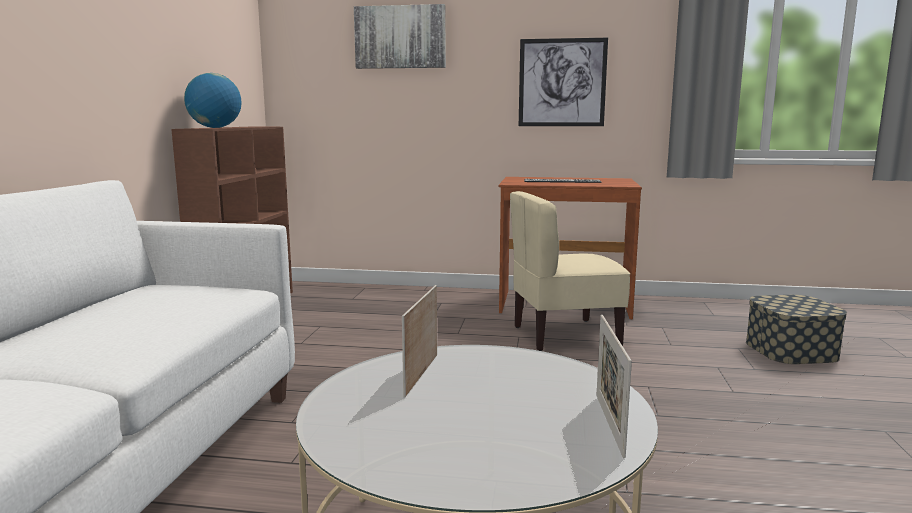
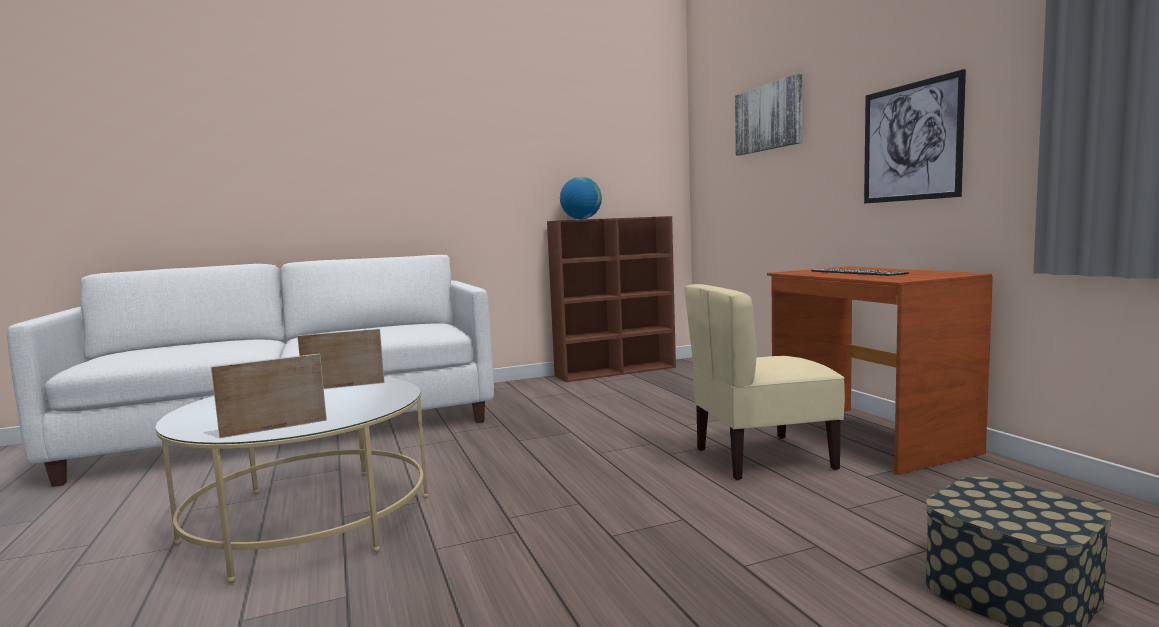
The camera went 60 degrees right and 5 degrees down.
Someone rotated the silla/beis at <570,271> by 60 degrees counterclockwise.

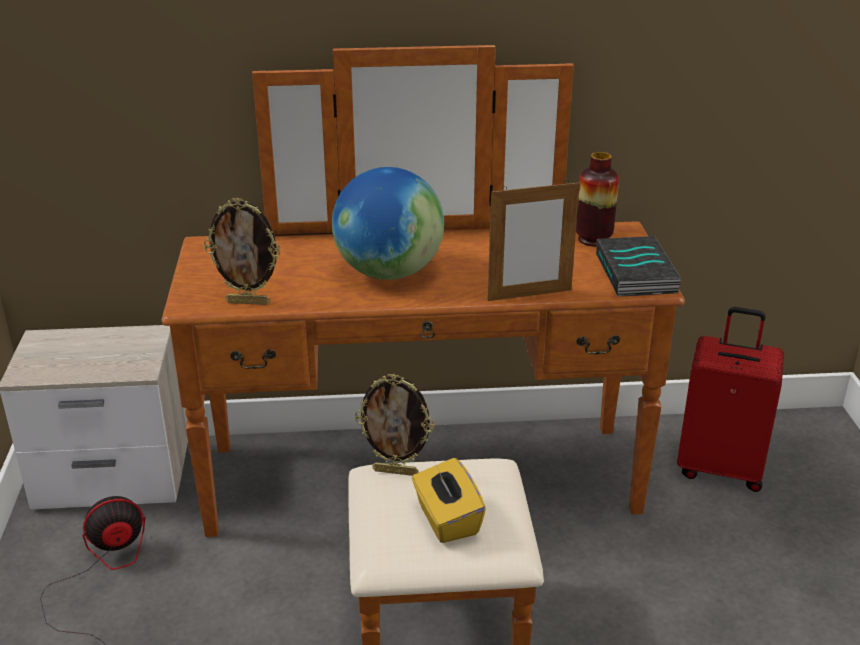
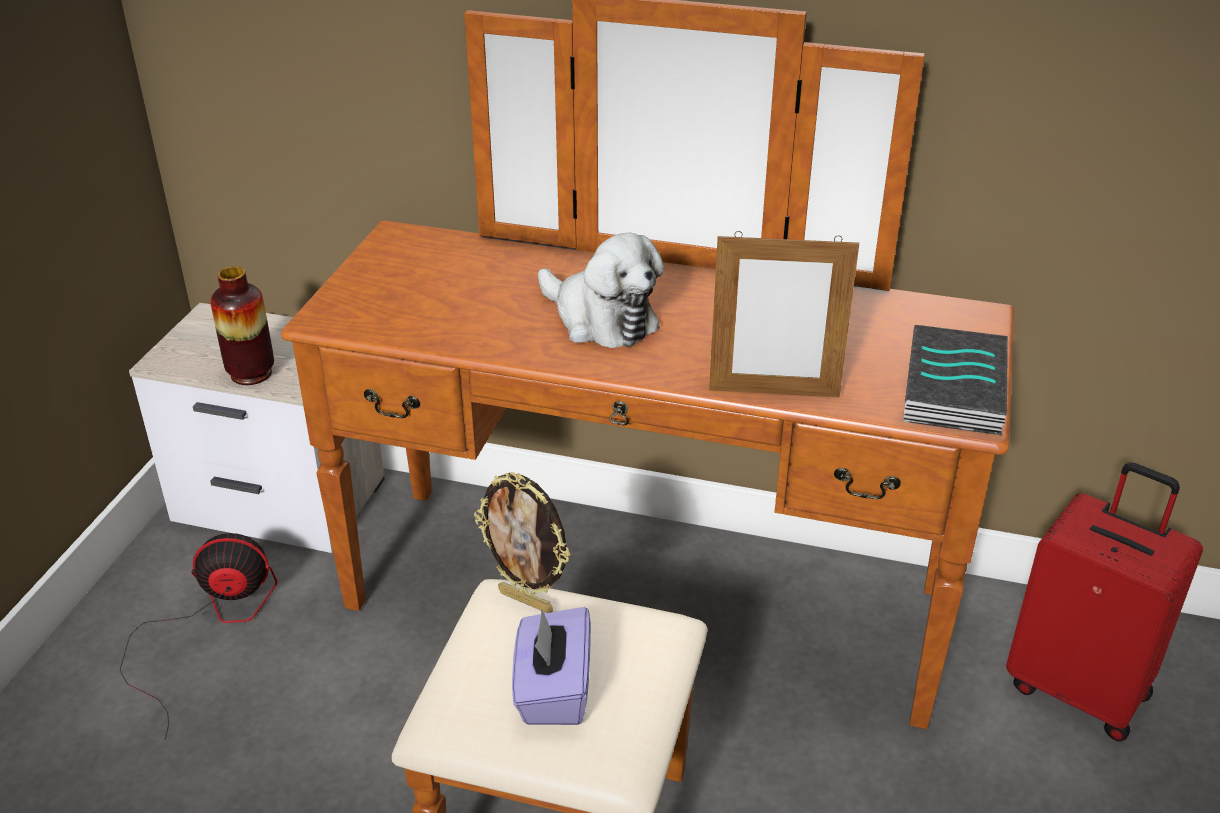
The camera went 20 degrees right and 5 degrees up.
Someone took away the portarretratos at <242,251>.
Someone carried the florero from <597,199> to <242,325>.
Someone swapped the globo terráqueo at <388,223> for the peluche at <601,290>.
Someone repainted the caja de pañuelos/amarillo at <449,500>, which became the caja de pañuelos/morado at <551,666>.

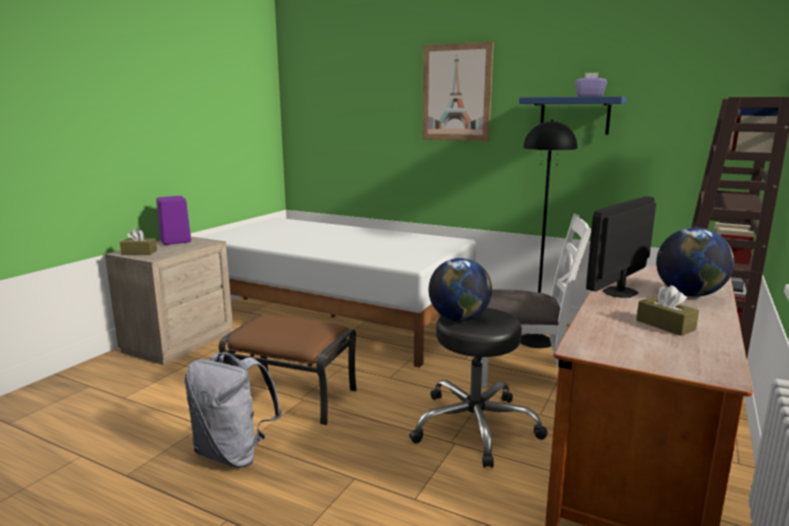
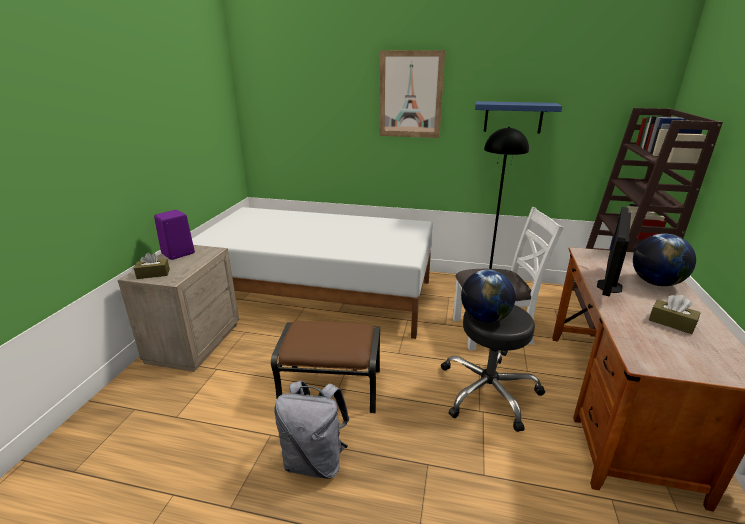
The camera went 15 degrees left and 10 degrees up.
Someone took away the caja de pañuelos/morado at <591,84>.

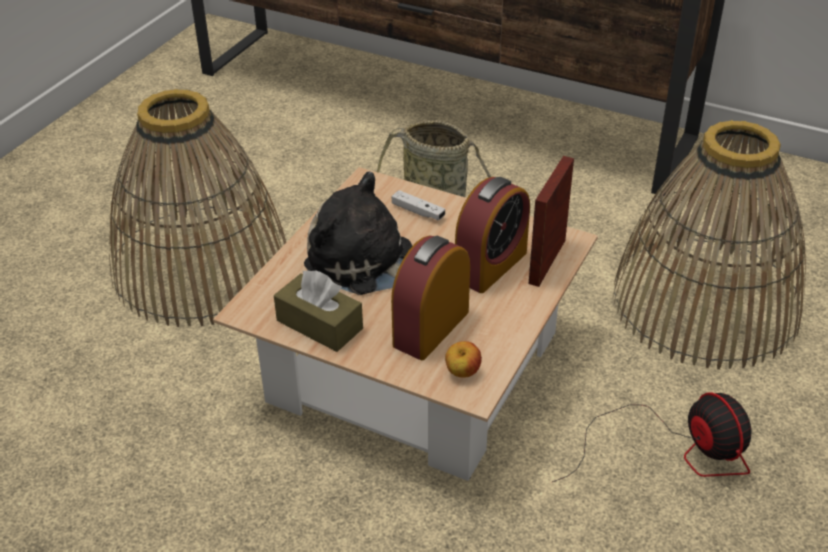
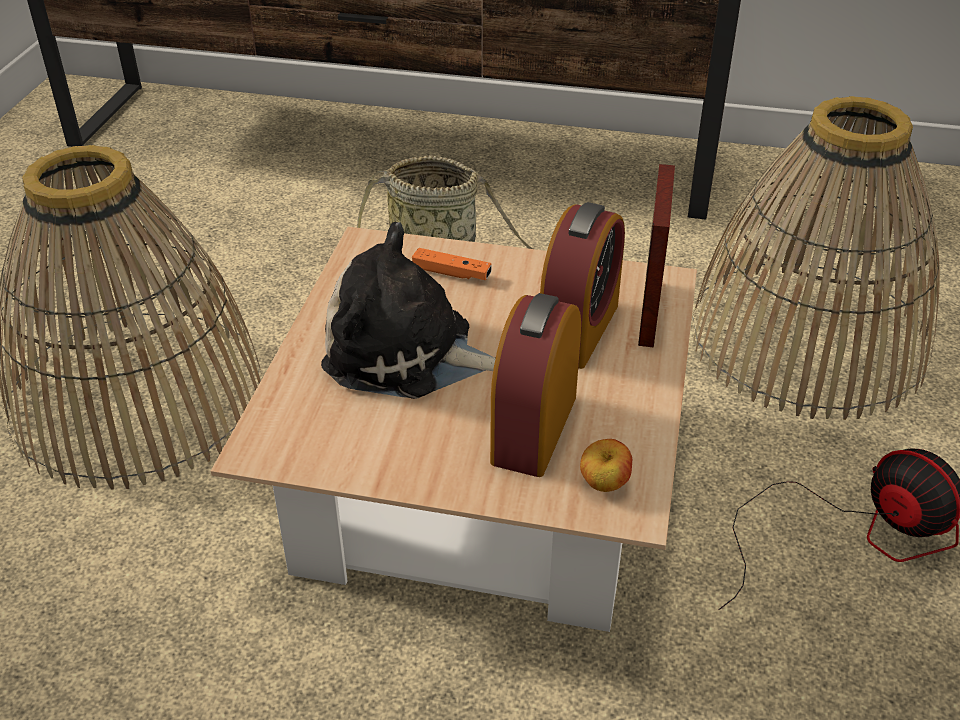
The camera went 15 degrees left and 0 degrees up.
Someone took away the caja de pañuelos/marrón at <318,311>.
Someone repainted the mando de consola/blanco at <418,205>, which became the mando de consola/naranja at <452,264>.

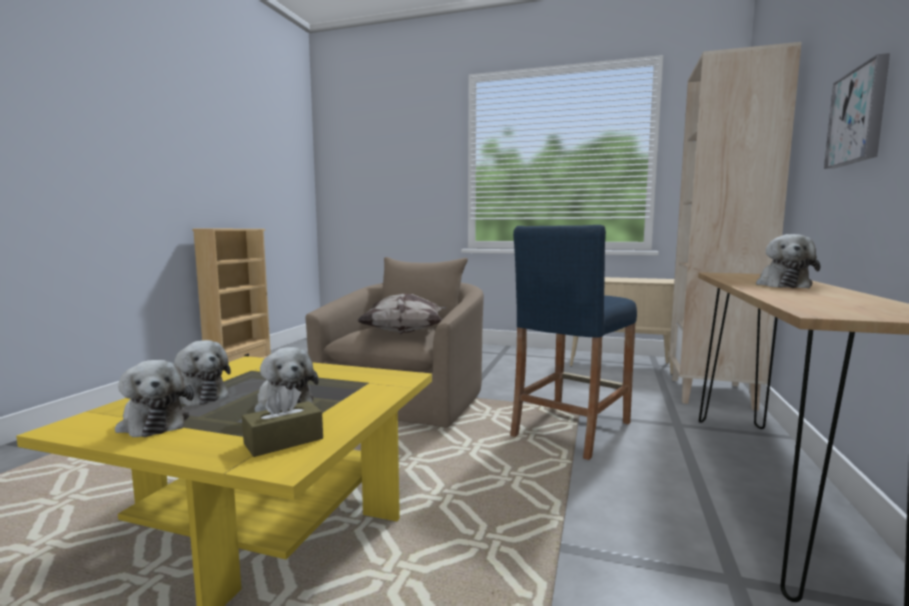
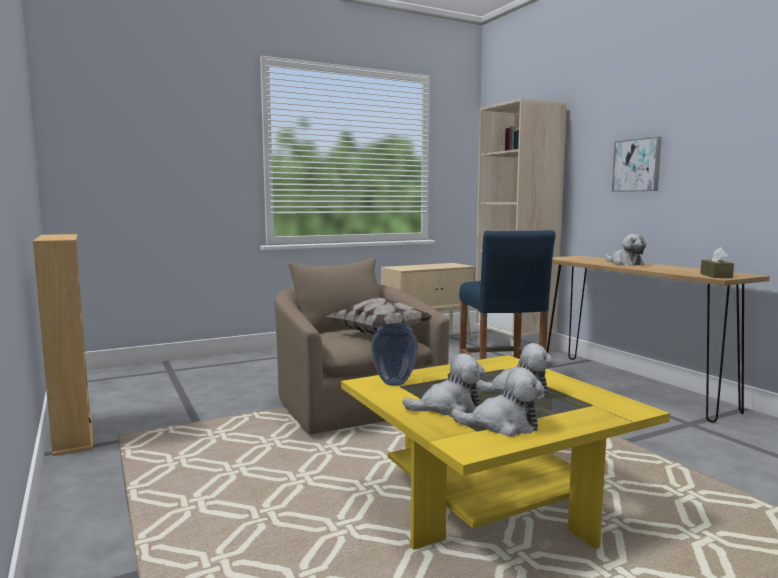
The camera went 45 degrees left and 0 degrees up.
Someone put down the florero at <394,354>.
Someone carried the caja de pañuelos/marrón from <282,421> to <717,262>.

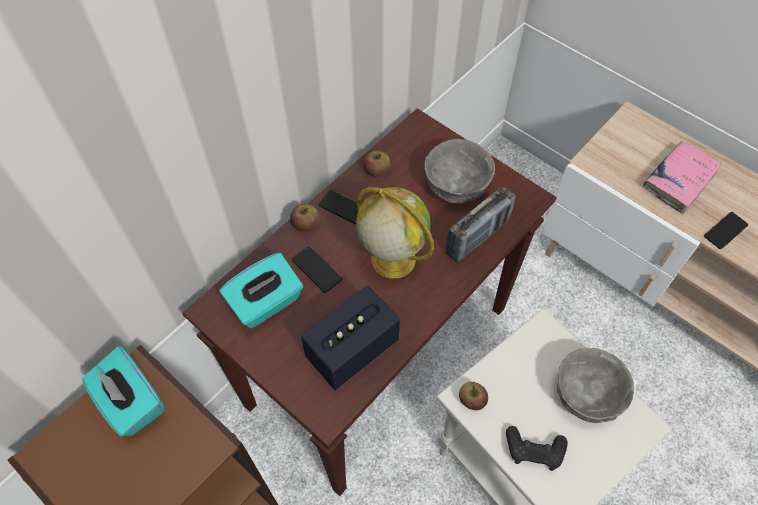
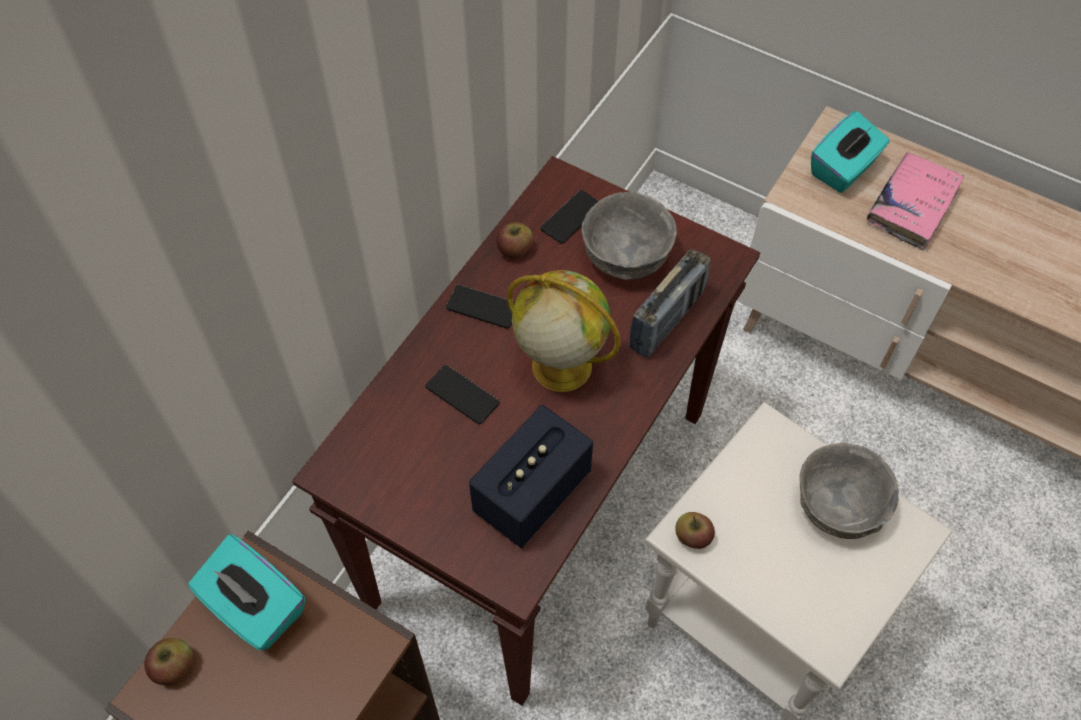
The camera went 10 degrees left and 0 degrees up.
Someone took away the mando de consola/negro at <537,448>.
Someone carried the caja de pañuelos/turquesa from <261,291> to <850,152>.
Someone carried the manzana from <304,218> to <168,661>.
Someone carried the móvil from <726,230> to <569,217>.

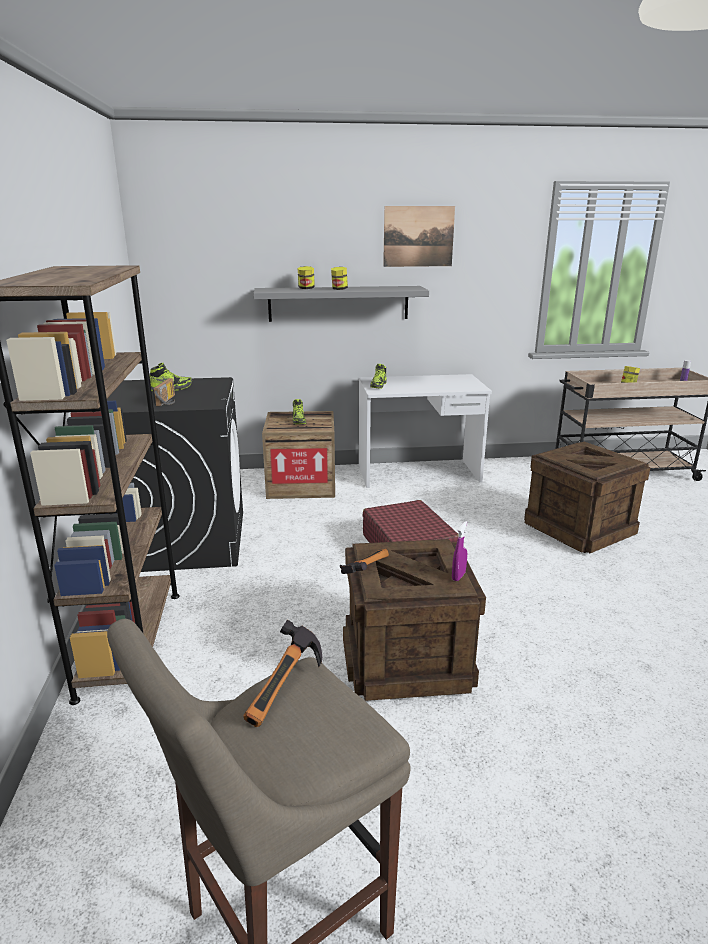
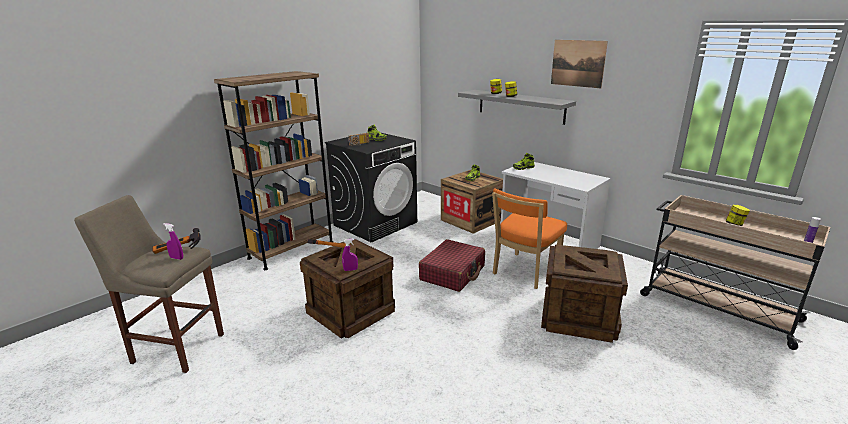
The camera went 50 degrees right and 0 degrees up.
Someone put down the pulverizador/morado at <173,241>.
Someone put down the silla/naranja at <529,239>.

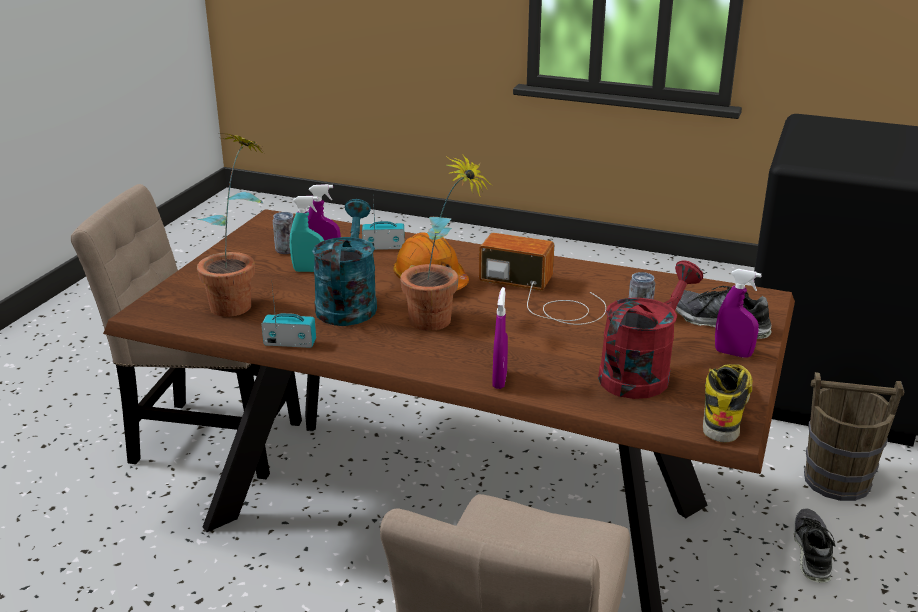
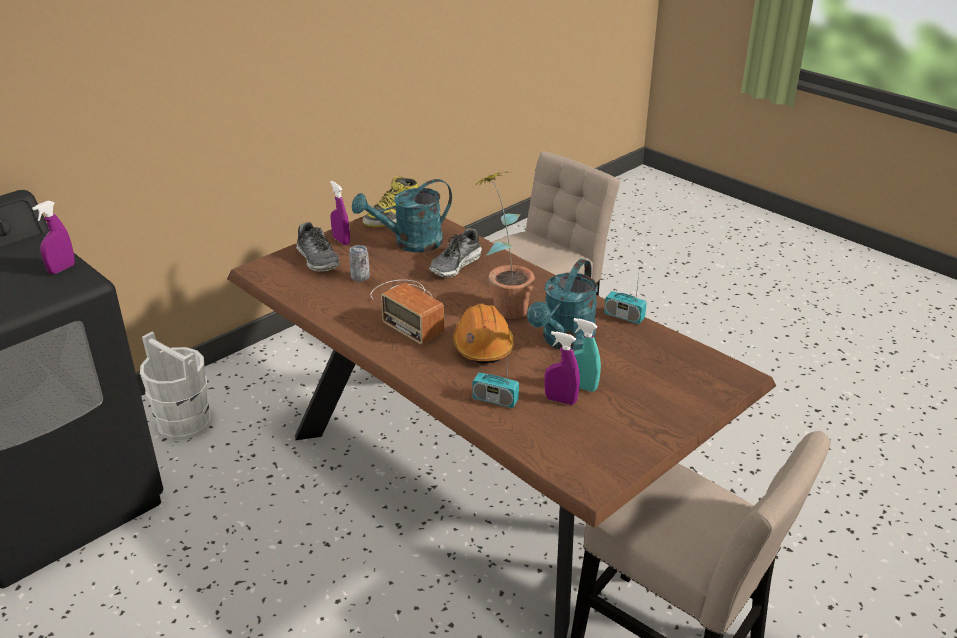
The camera went 155 degrees left and 5 degrees up.
Someone took away the planta en maceta at <231,225>.
Someone took away the lata at <283,233>.
Someone carried the pulverizador/morado from <500,338> to <53,237>.
Someone carried the zapato from <815,545> to <455,252>.
Someone repainted the regadera/rojo at <650,329>, which became the regadera/turquesa at <402,215>.
Someone repainted the cubo/marrón at <854,436>, which became the cubo/blanco at <175,385>.

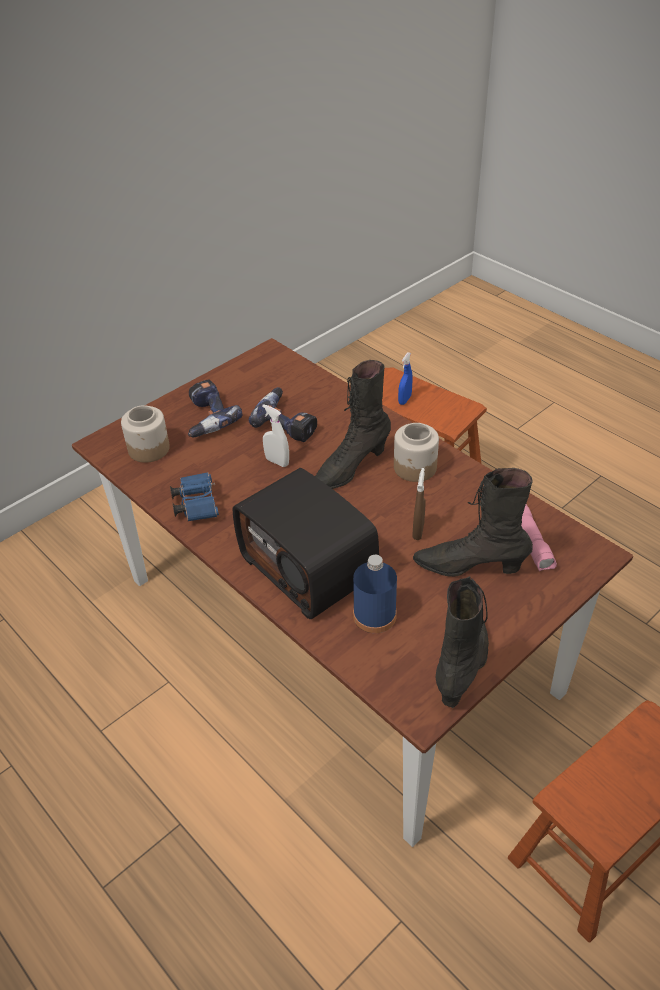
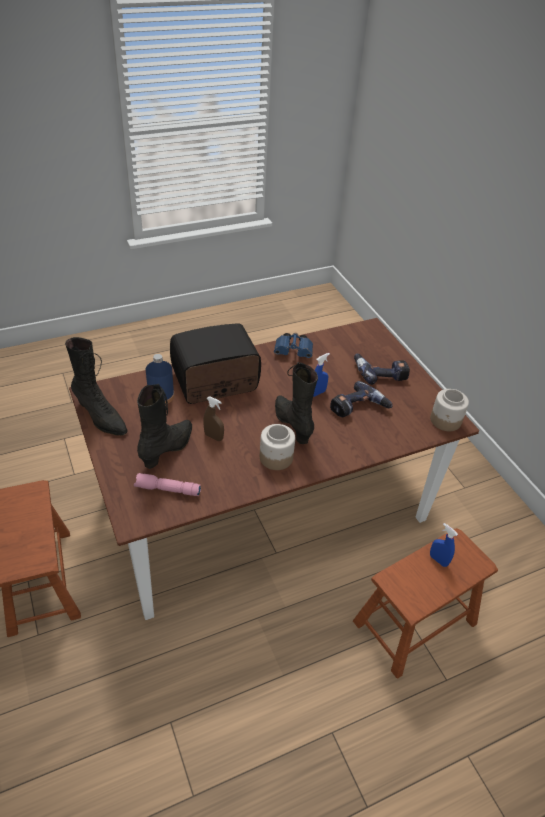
The camera went 105 degrees right and 0 degrees up.
Someone carried the tarro from <145,434> to <449,410>.
Someone repainted the pulverizador/blanco at <275,435>, which became the pulverizador/azul at <321,375>.

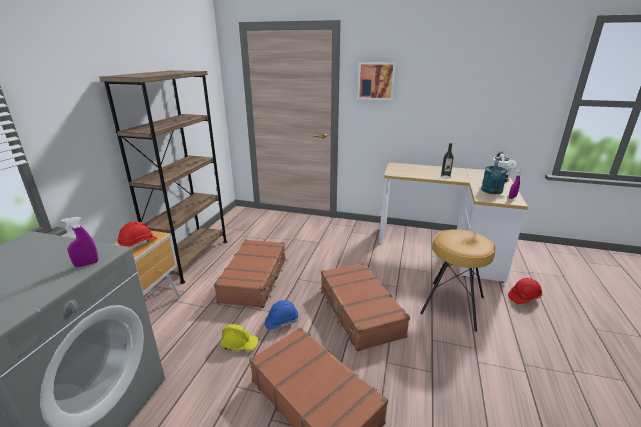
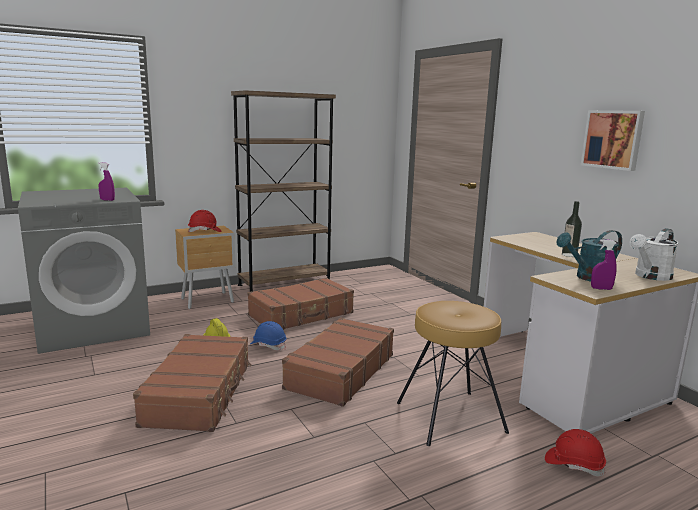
The camera went 45 degrees right and 10 degrees down.
Someone carried the cuadro from <376,81> to <613,140>.

